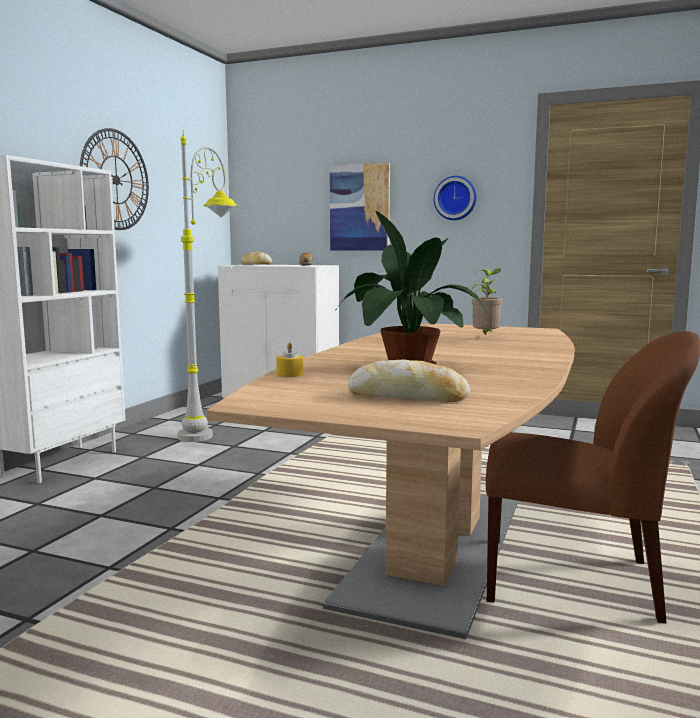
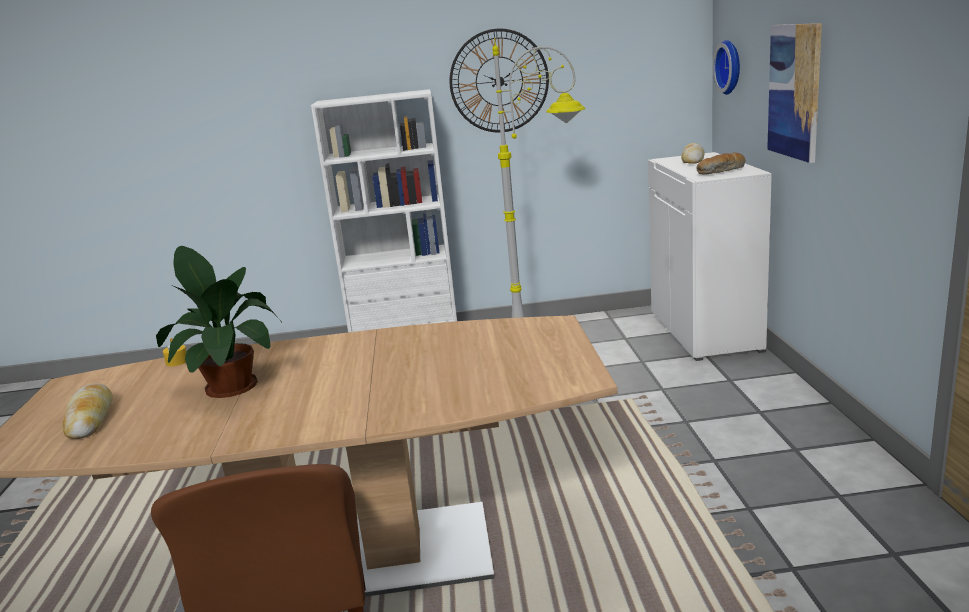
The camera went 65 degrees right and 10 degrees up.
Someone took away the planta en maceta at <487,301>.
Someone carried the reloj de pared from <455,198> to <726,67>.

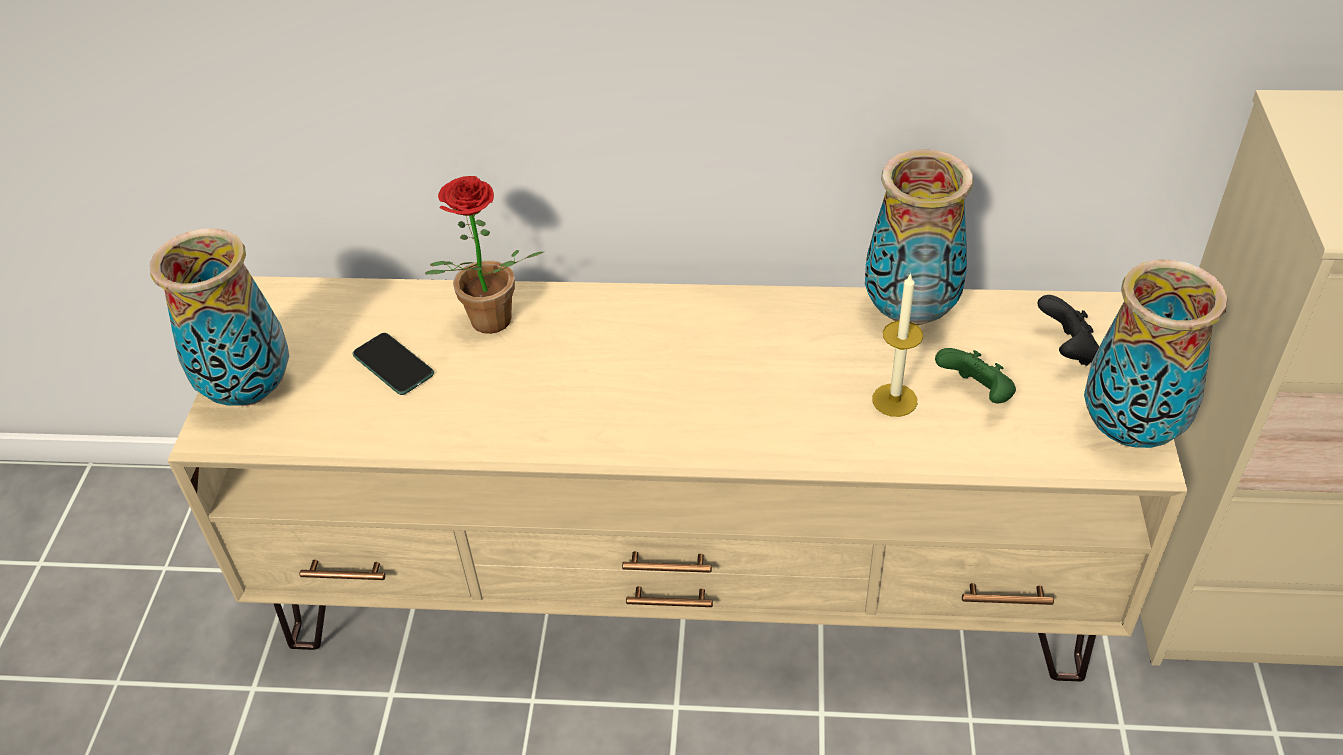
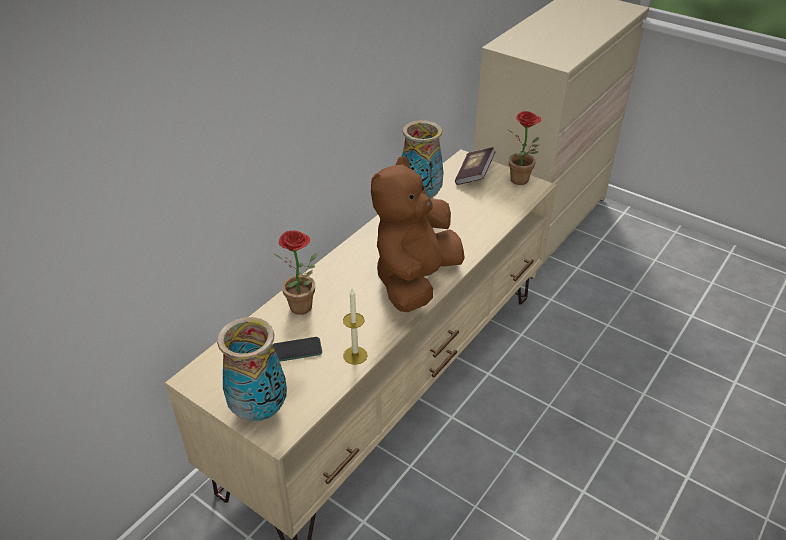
The camera went 60 degrees left and 5 degrees down.
Someone took away the mando de consola/verde at <975,375>.
Someone put down the peluche/marrón at <418,234>.
Someone carried the vela from <897,345> to <355,327>.
Someone swapped the mando de consola/negro at <1068,330> for the libro at <475,166>.
Someone swapped the florero at <1155,354> for the planta en maceta at <525,148>.

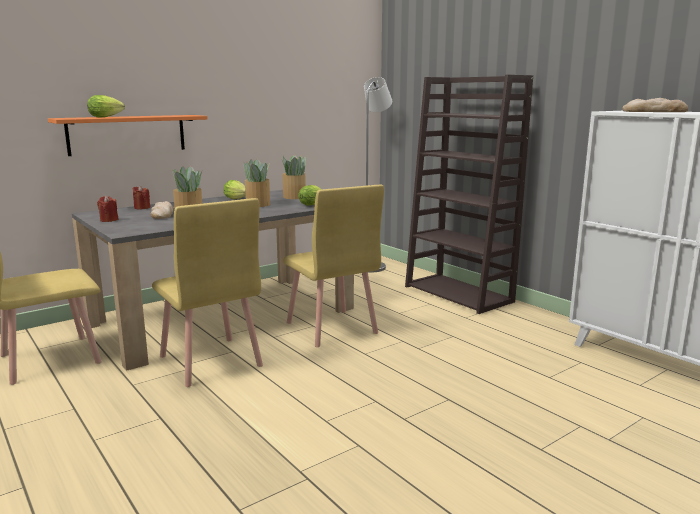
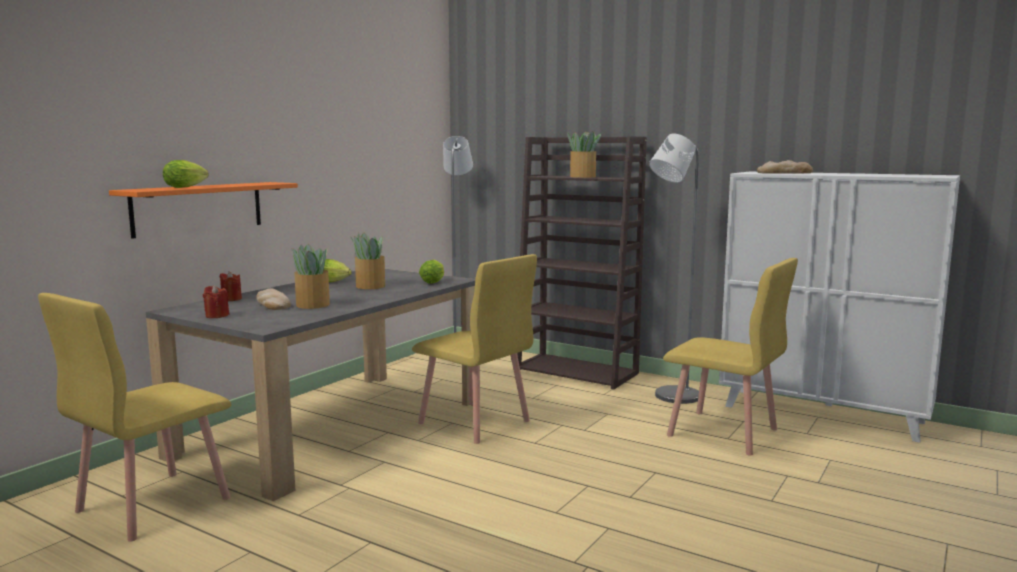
The camera went 20 degrees left and 5 degrees down.
Someone put down the lámpara de pie/gris at <674,269>.
Someone carried the silla/amarillo from <207,292> to <730,357>.
Someone carried the planta en maceta from <294,177> to <584,154>.

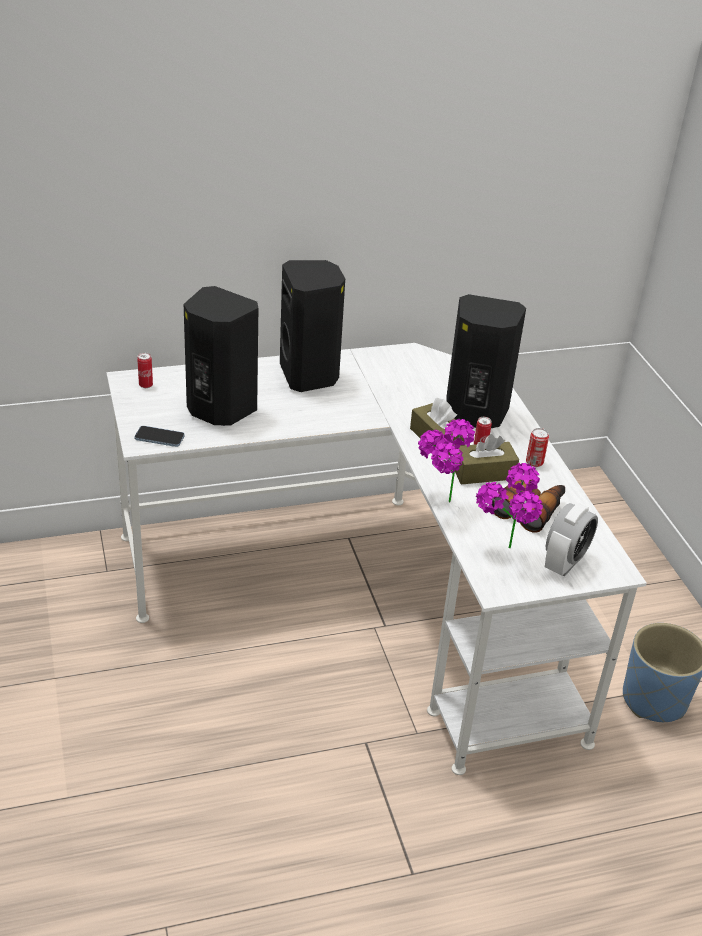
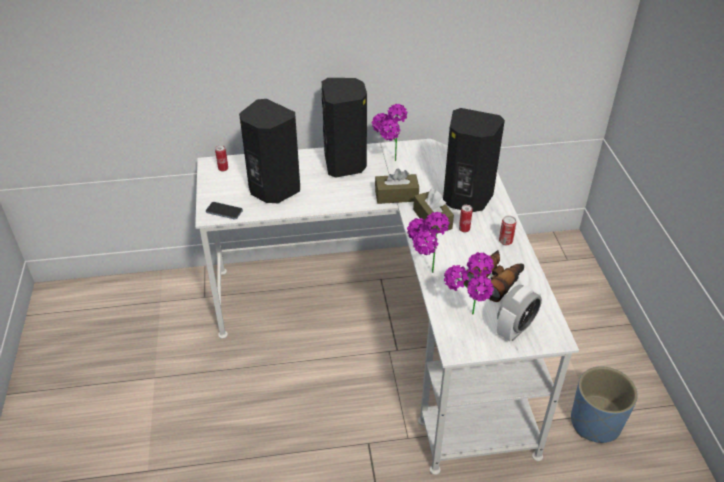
The camera went 10 degrees right and 5 degrees up.
Someone put down the planta en maceta at <389,132>.
Someone carried the caja de pañuelos/marrón from <487,459> to <397,186>.

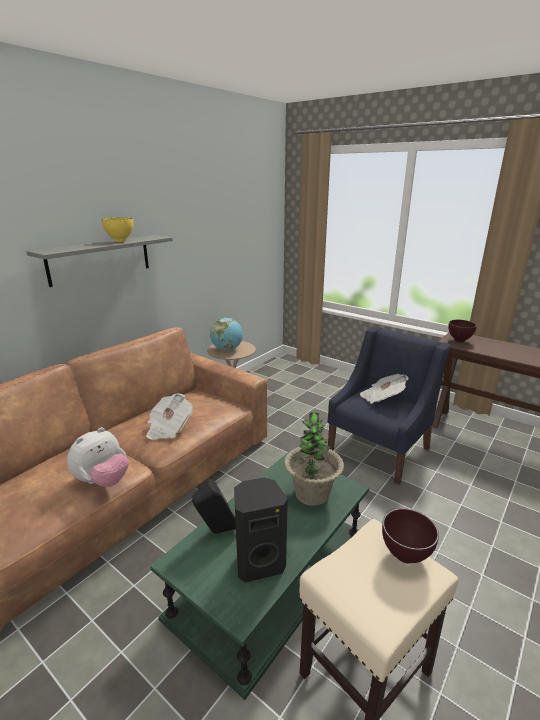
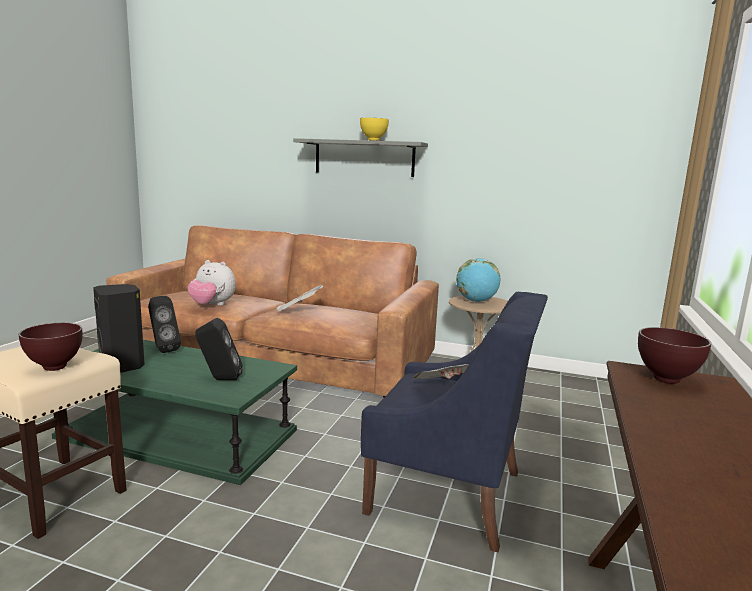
The camera went 70 degrees right and 10 degrees down.
Someone swapped the planta en maceta at <314,459> for the altavoz/negro at <218,349>.

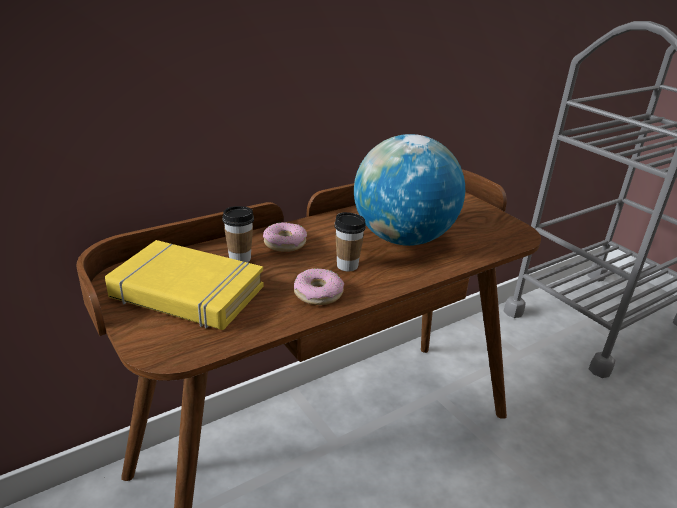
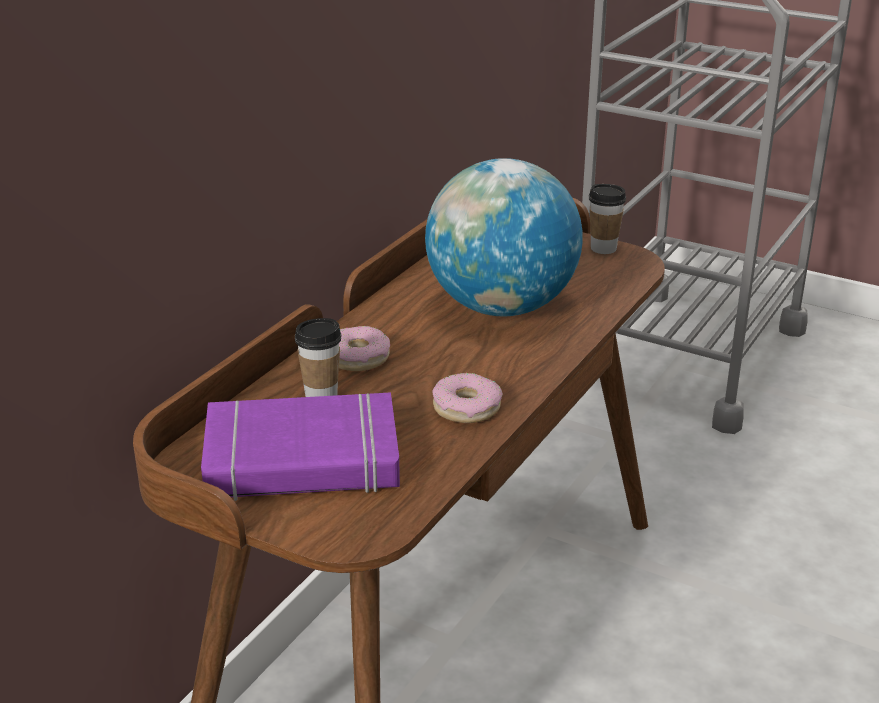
The camera went 25 degrees left and 0 degrees up.
Someone carried the taza from <350,242> to <607,219>.
Someone repainted the libro/amarillo at <184,285>, which became the libro/morado at <300,446>.

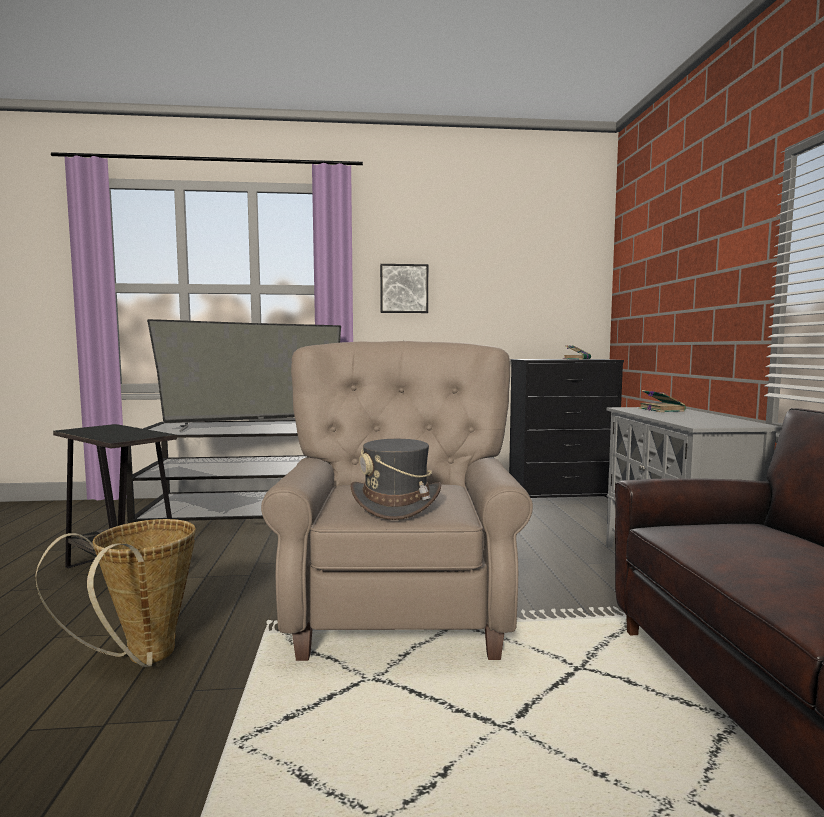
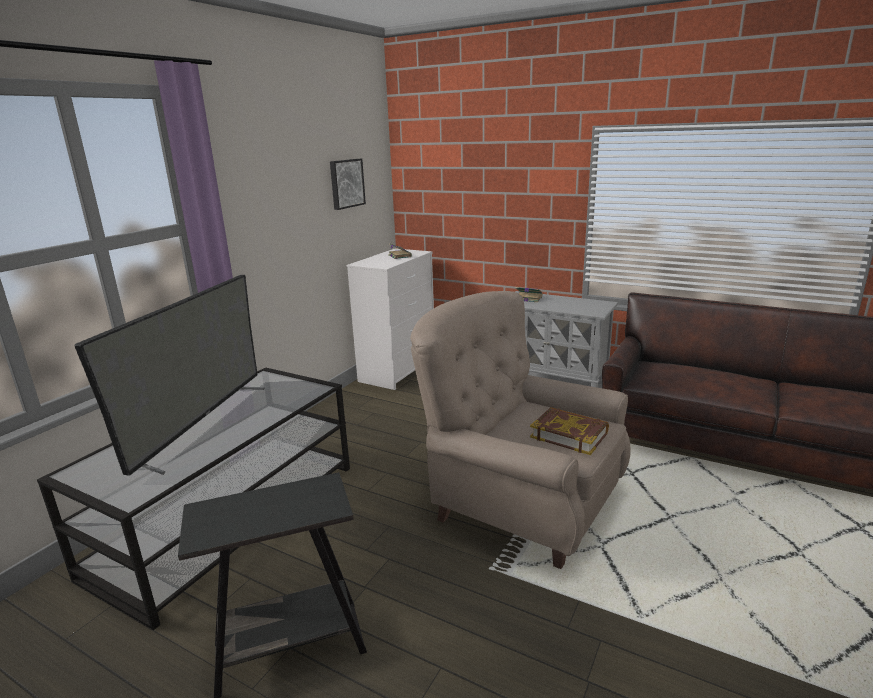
The camera went 55 degrees left and 15 degrees up.
Someone took away the cesta at <116,593>.
Someone carried the cuadro from <404,288> to <348,184>.
Someone swapped the sombrero/gris at <396,479> for the libro at <569,431>.
Someone repainted the cómoda/negro at <566,428>, which became the cómoda/blanco at <390,319>.

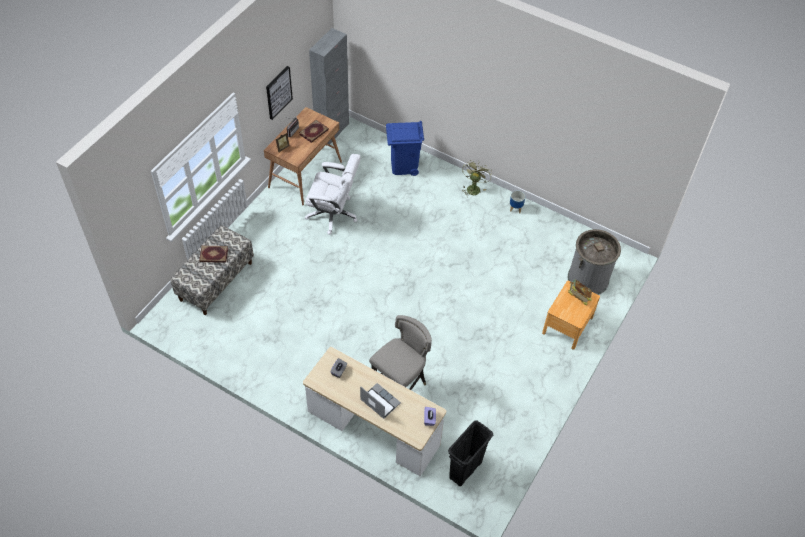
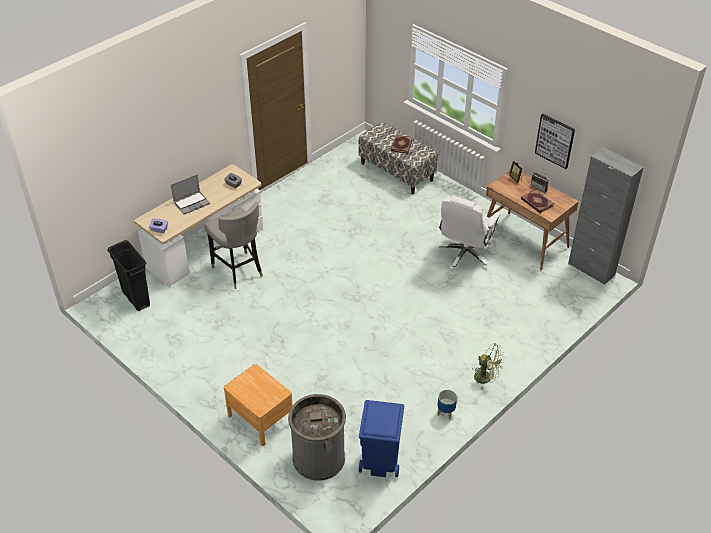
The camera went 105 degrees right and 10 degrees down.
Someone took away the libro at <580,292>.
Someone carried the papelera/azul from <405,148> to <381,438>.

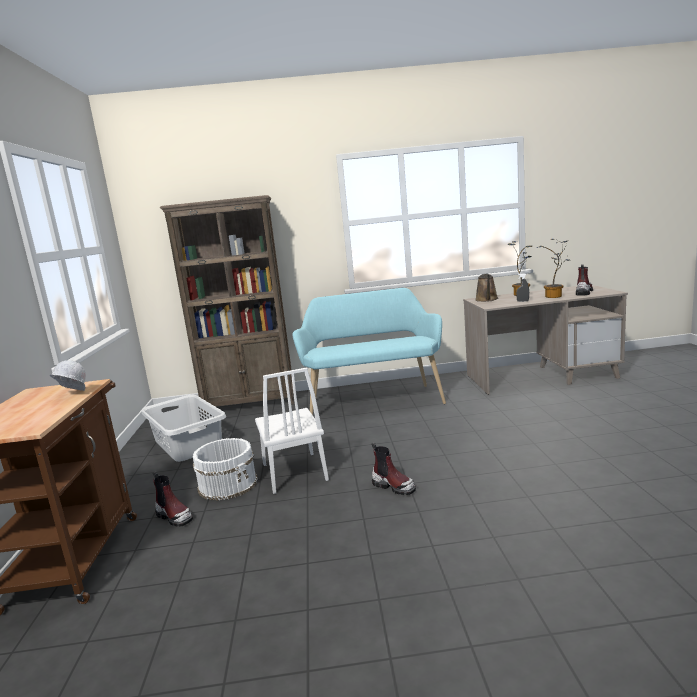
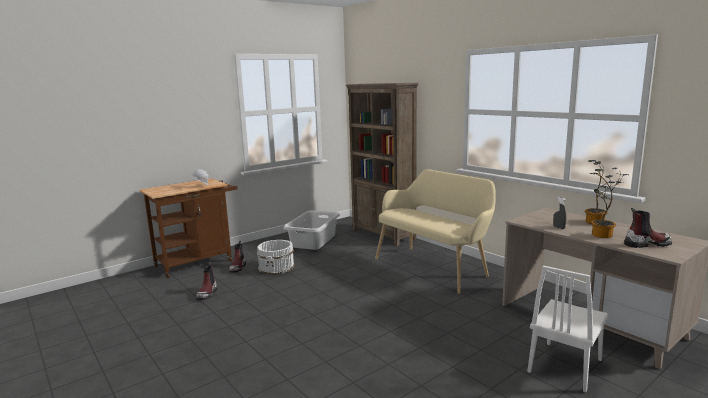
The camera went 55 degrees right and 0 degrees up.
Someone took away the regadera/marrón at <486,288>.
Someone carried the silla/blanco from <292,431> to <567,329>.
Someone carried the bota from <394,468> to <207,281>.
Someone repainted the banco/turquesa at <369,351>, which became the banco/beis at <435,231>.

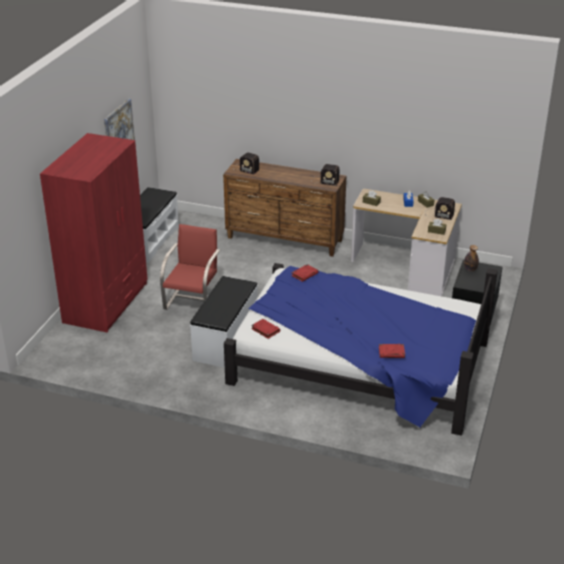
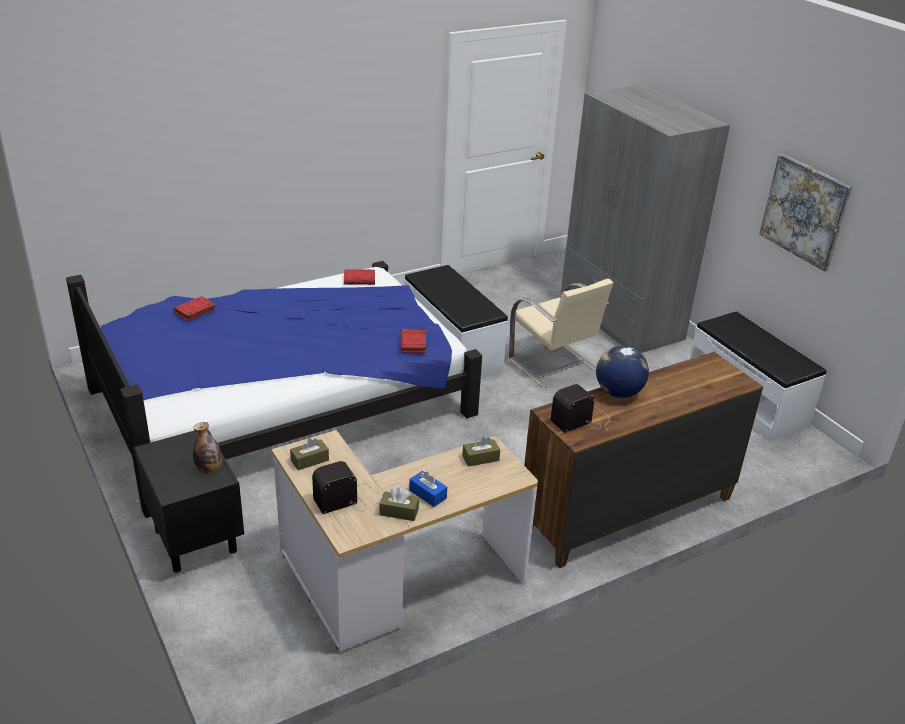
The camera went 130 degrees right and 0 degrees up.
Someone took away the radio at <246,164>.
Someone put down the globo terráqueo at <622,372>.
Someone repainted the armario ropero/rojo at <94,233>, which became the armario ropero/gris at <645,218>.
Someone repainted the silla/rojo at <190,267>, which became the silla/beis at <561,333>.

